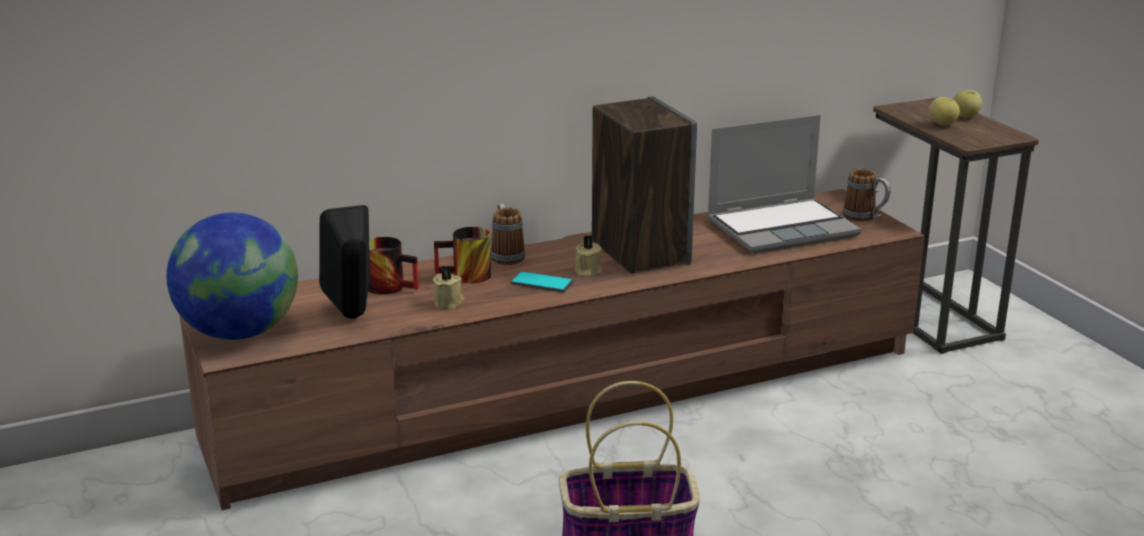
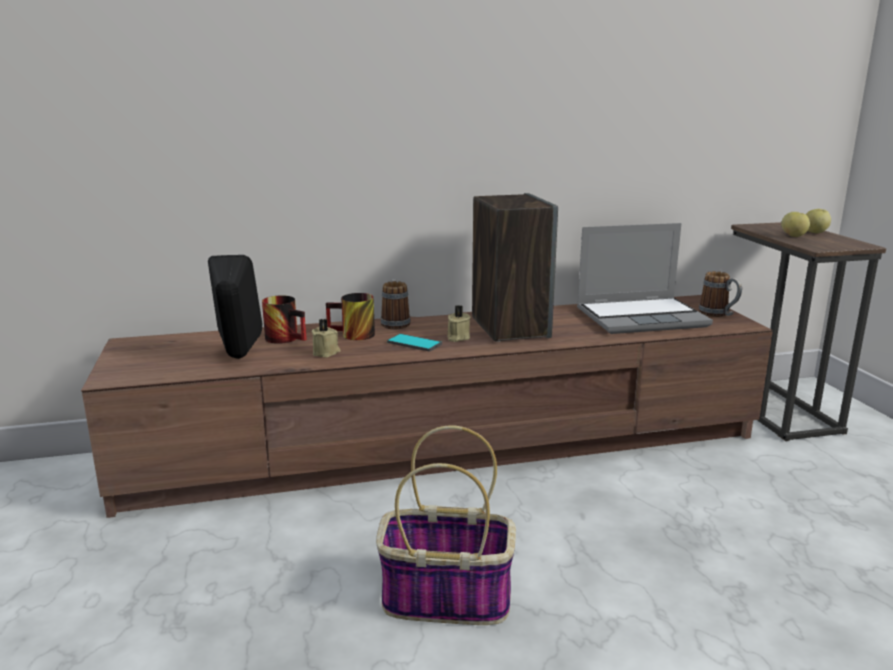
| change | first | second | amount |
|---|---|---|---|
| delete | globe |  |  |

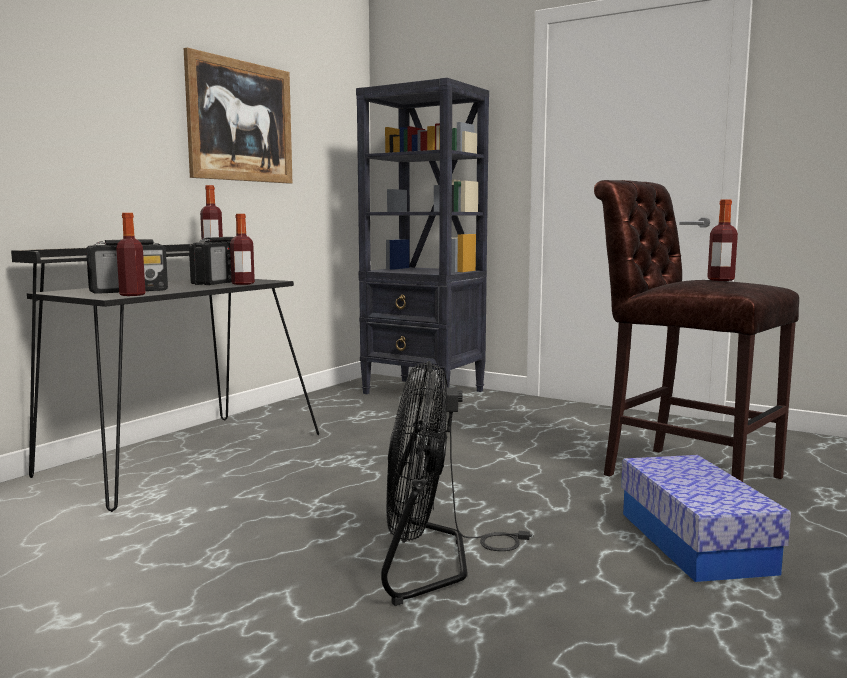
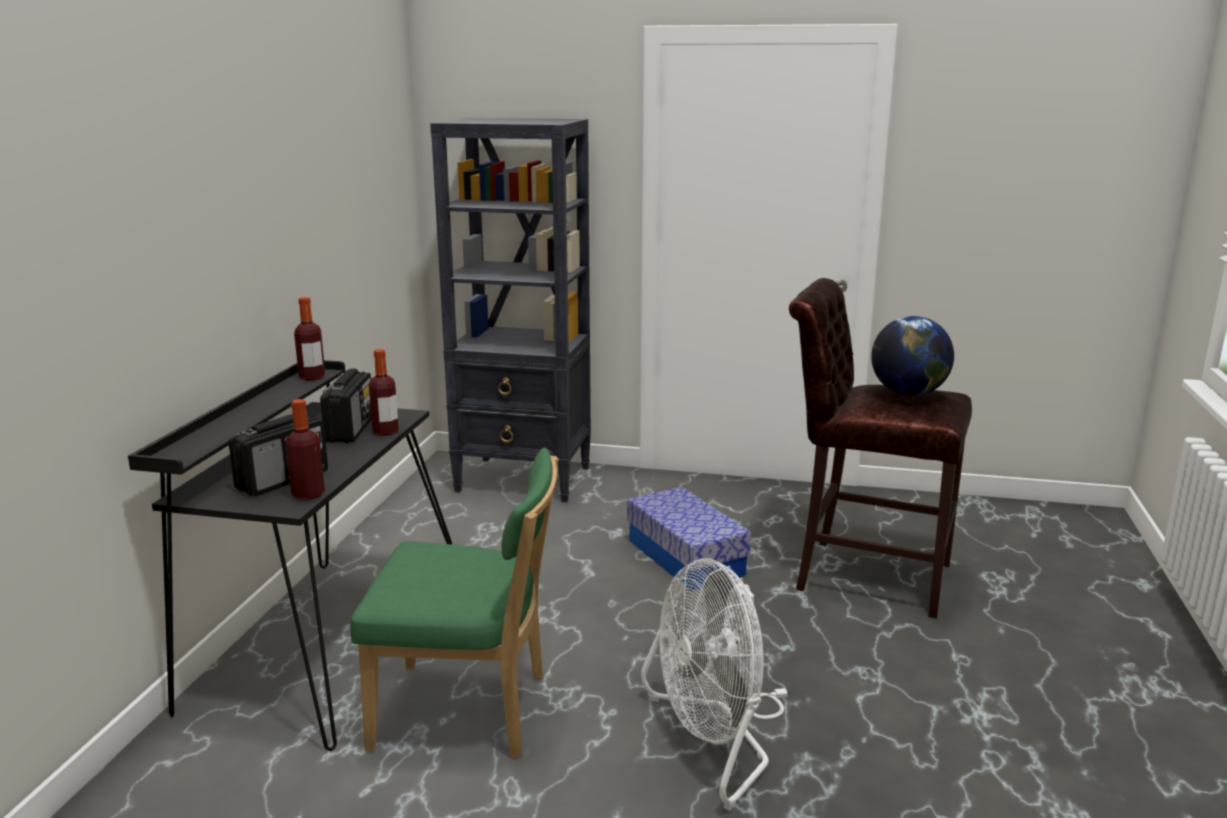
| change | first | second | amount |
|---|---|---|---|
| delete | wall art |  |  |
| recolor | black electric fan | white electric fan |  |
| move | storage box |  |  |
| replace | beverage bottle (4th from left) | globe |  |
| insert |  | green chair |  |

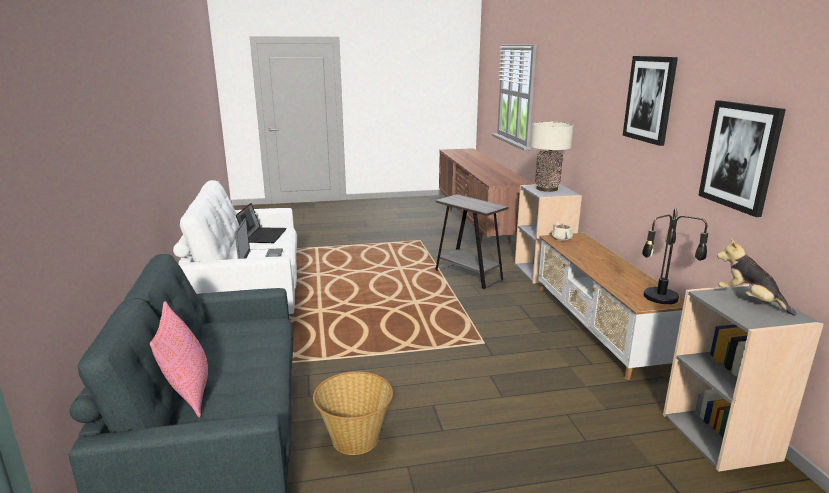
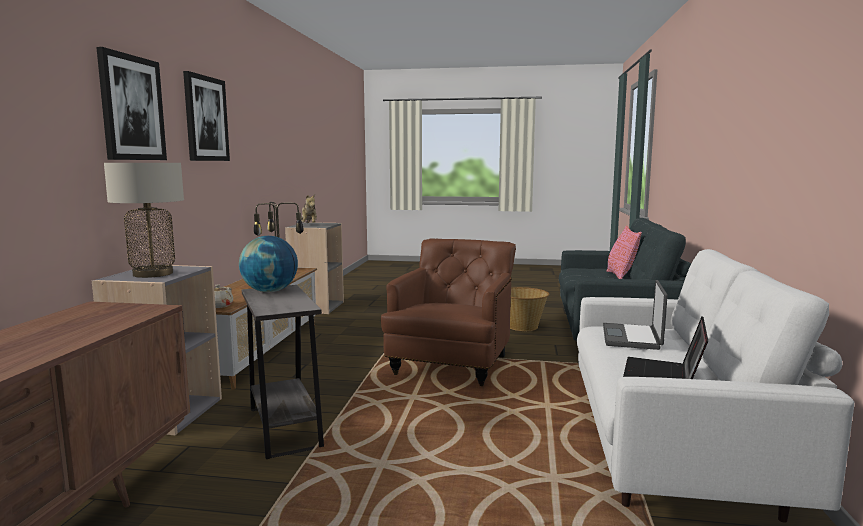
| change | first | second | amount |
|---|---|---|---|
| move | wall art (2nd from left in the first image) | wall art (1st from left) |  |
| insert |  | globe |  |
| insert |  | brown-coloured lounge chair |  |

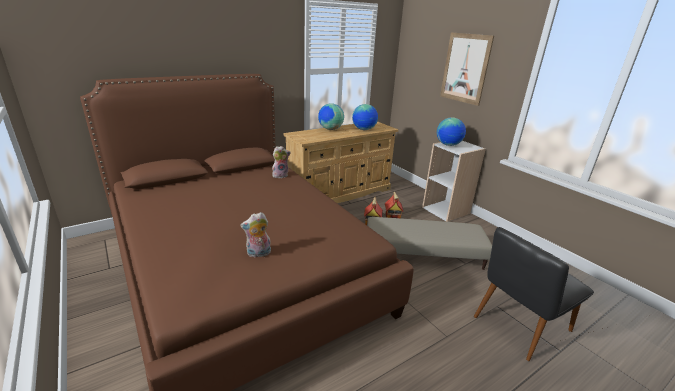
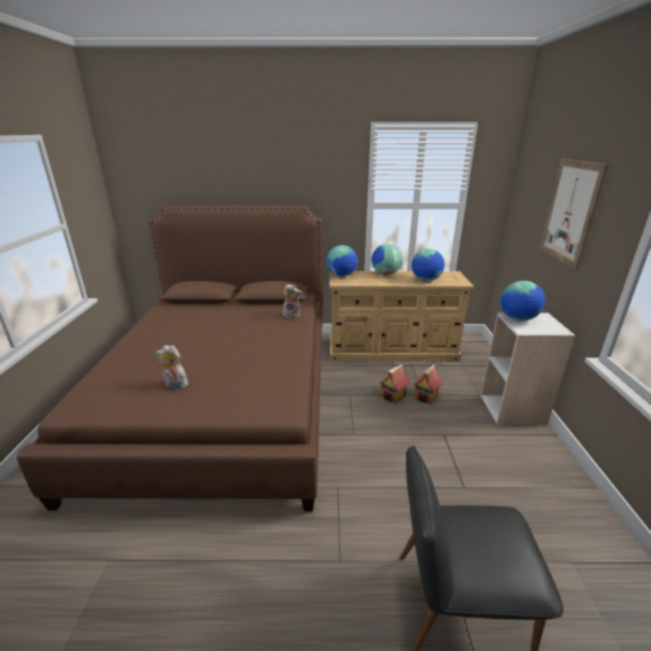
| change | first | second | amount |
|---|---|---|---|
| delete | sand-coloured footrest |  |  |
| insert |  | globe (1st from left) |  |

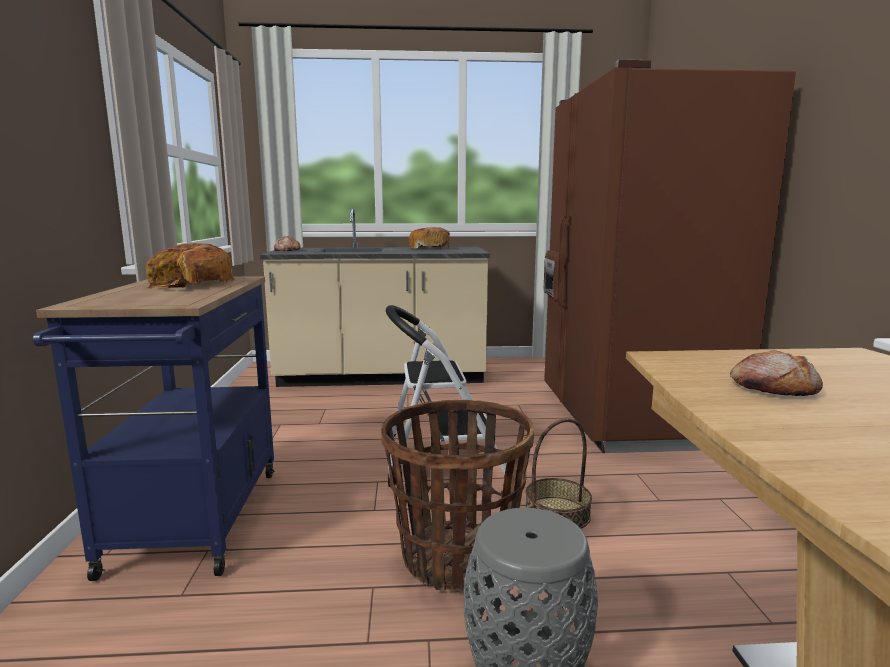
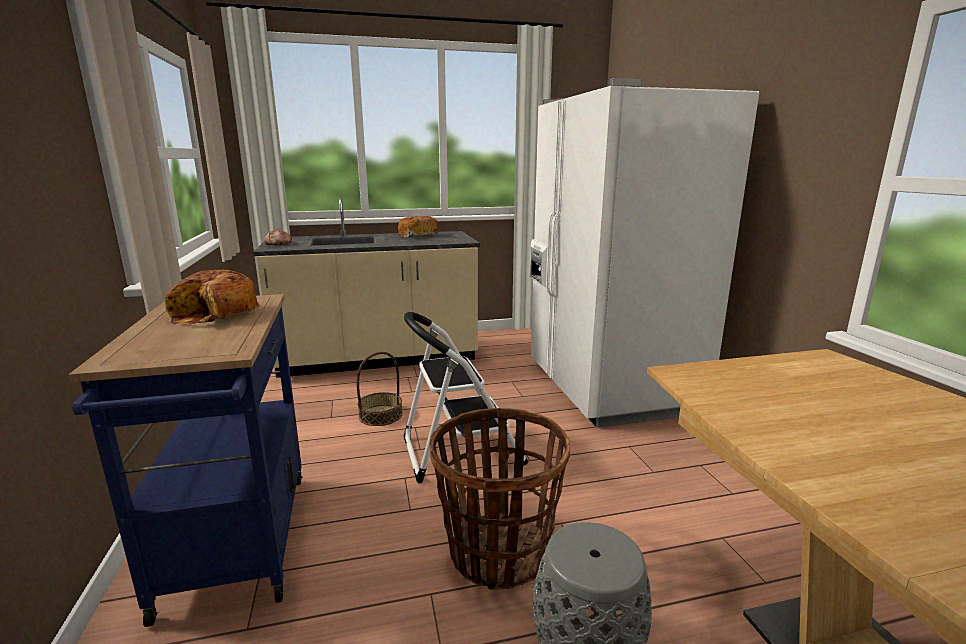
| change | first | second | amount |
|---|---|---|---|
| move | basket (2nd from left in the first image) | basket (1st from left) |  |
| recolor | brown-coloured fridge | white fridge |  |
| delete | bread (4th from left) |  |  |

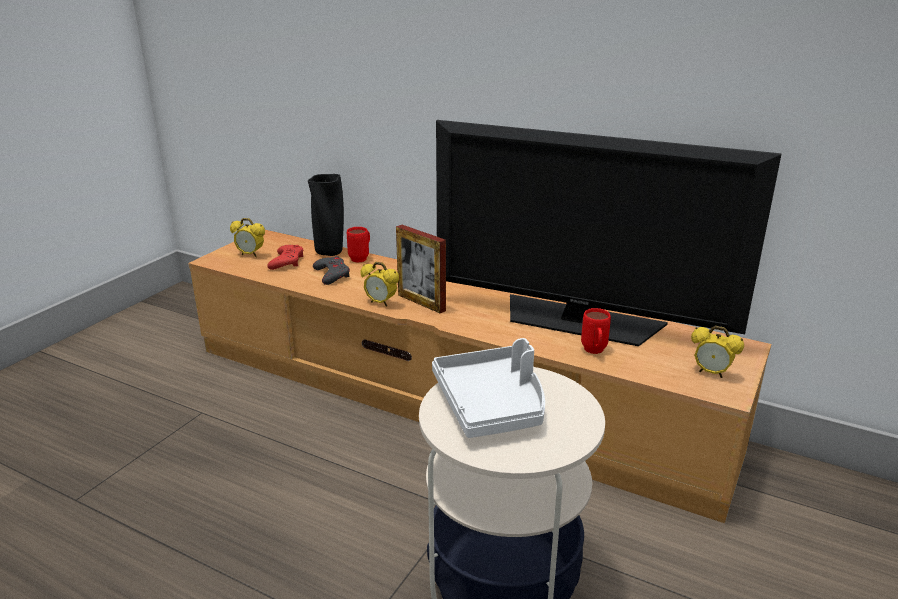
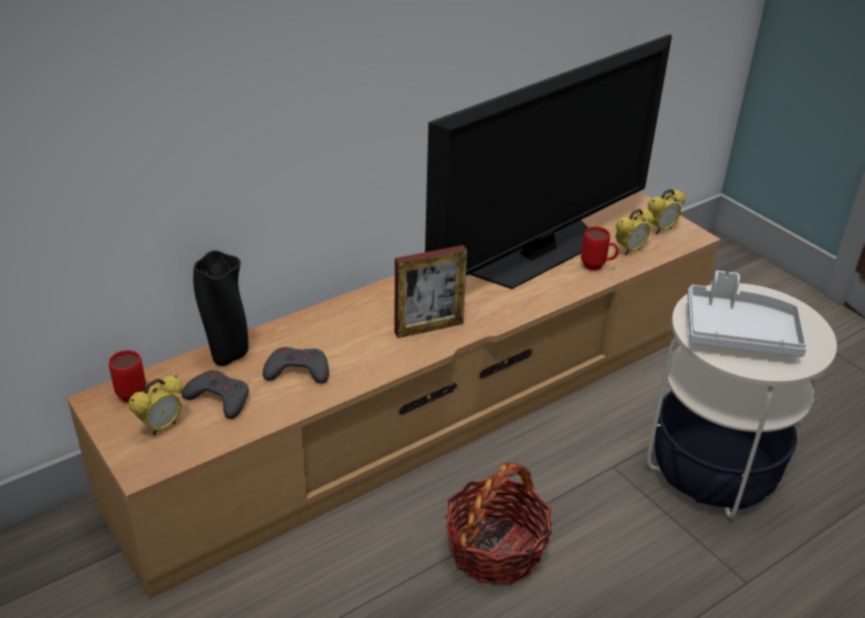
| change | first | second | amount |
|---|---|---|---|
| recolor | reddish joypad | grey joypad (1st from left) |  |
| move | reddish mug (1st from left) |  |  |
| move | alarm clock (2nd from left) |  |  |
| insert |  | basket |  |

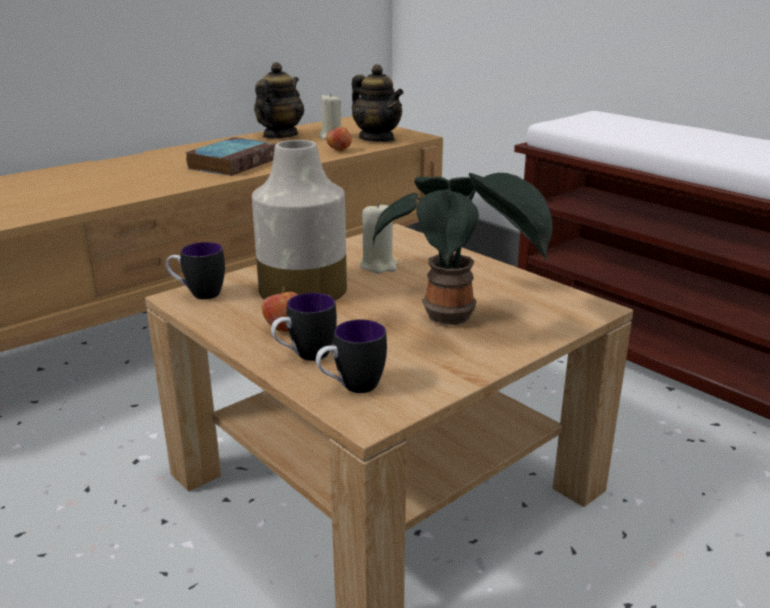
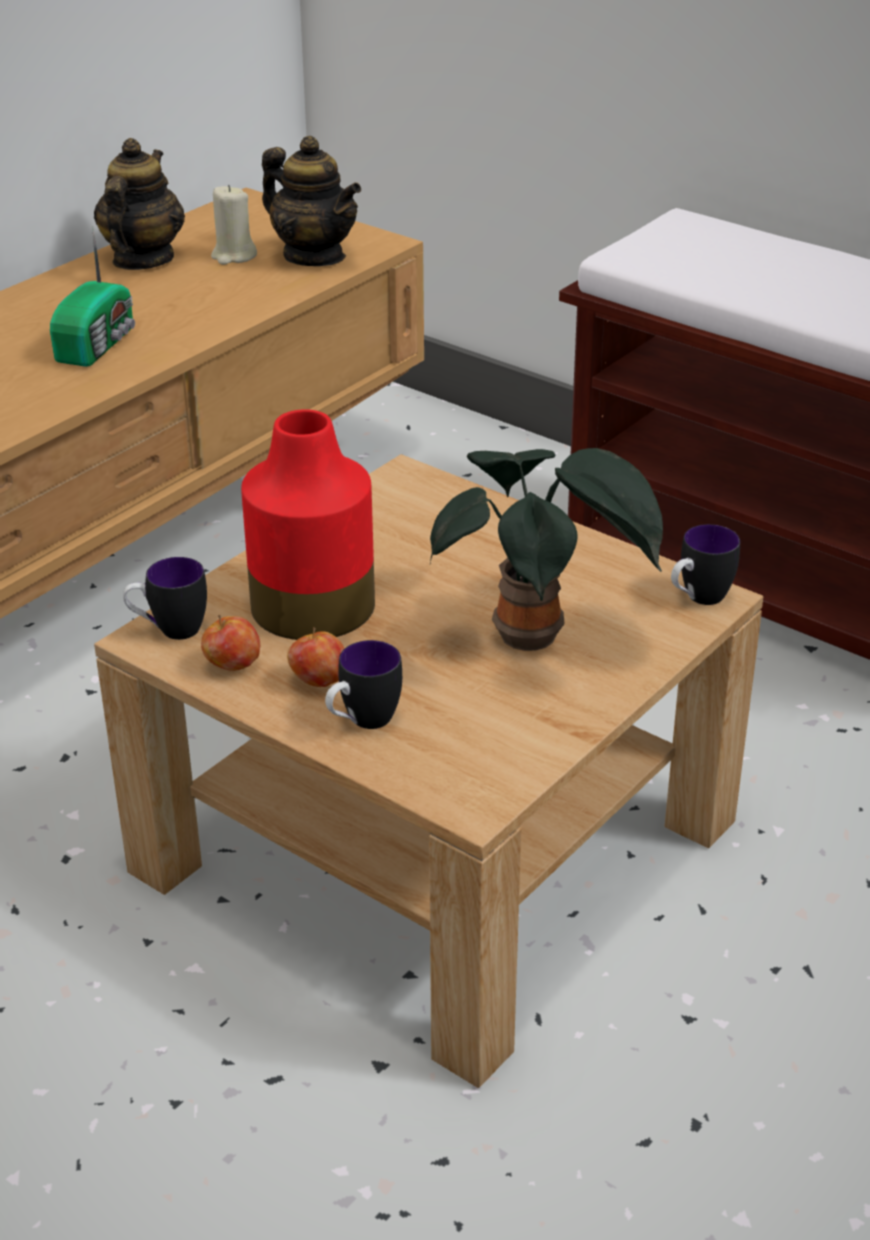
| change | first | second | amount |
|---|---|---|---|
| replace | book | radio receiver |  |
| recolor | sand-coloured decorative vase | reddish decorative vase |  |
| move | mug (3rd from left) |  |  |
| move | apple fruit (2nd from left in the first image) | apple fruit (1st from left) |  |
| delete | sand-coloured wax light (2nd from left) |  |  |

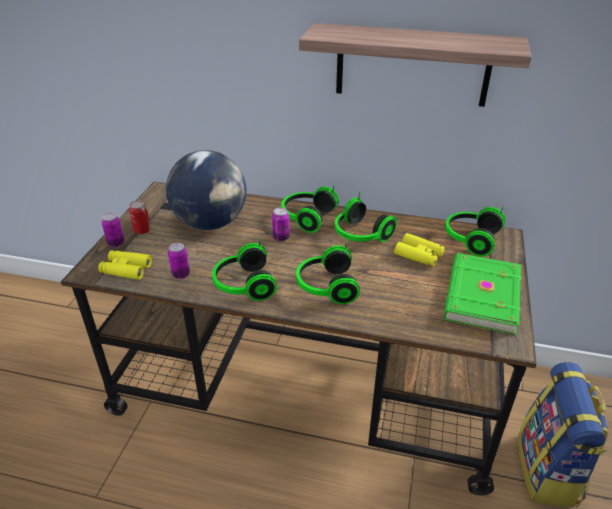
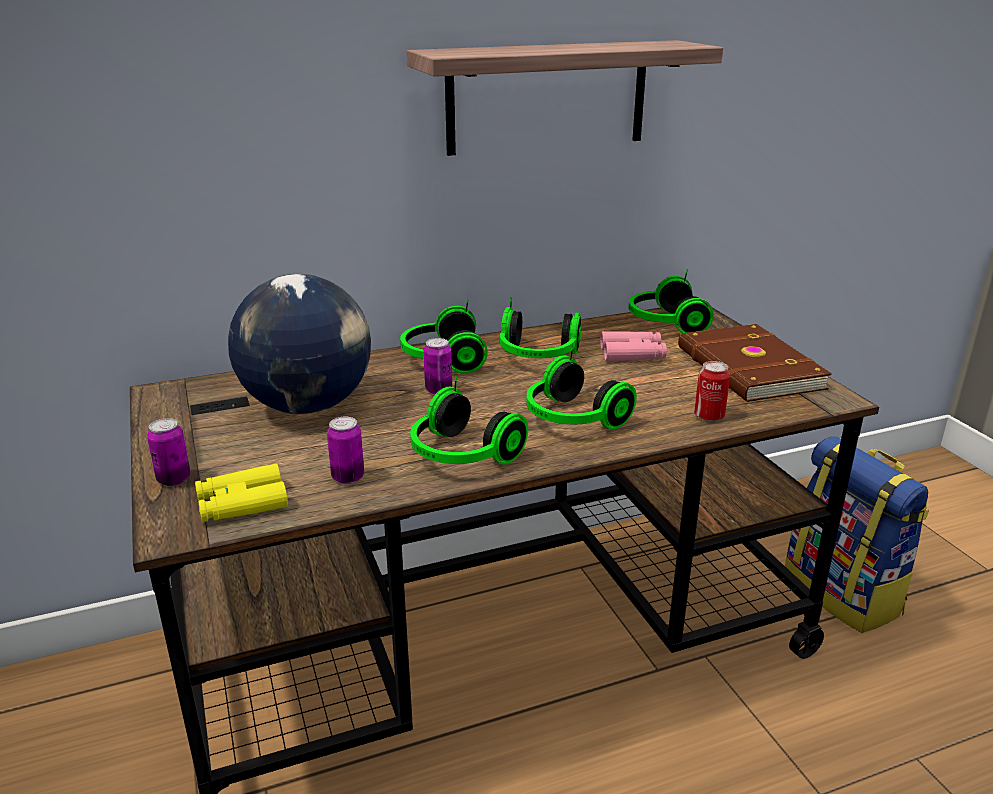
| change | first | second | amount |
|---|---|---|---|
| move | sealed can (2nd from left in the first image) | sealed can (4th from left) |  |
| recolor | yellowish pair of binoculars (2nd from left) | pink pair of binoculars |  |
| recolor | green book | brown-coloured book |  |

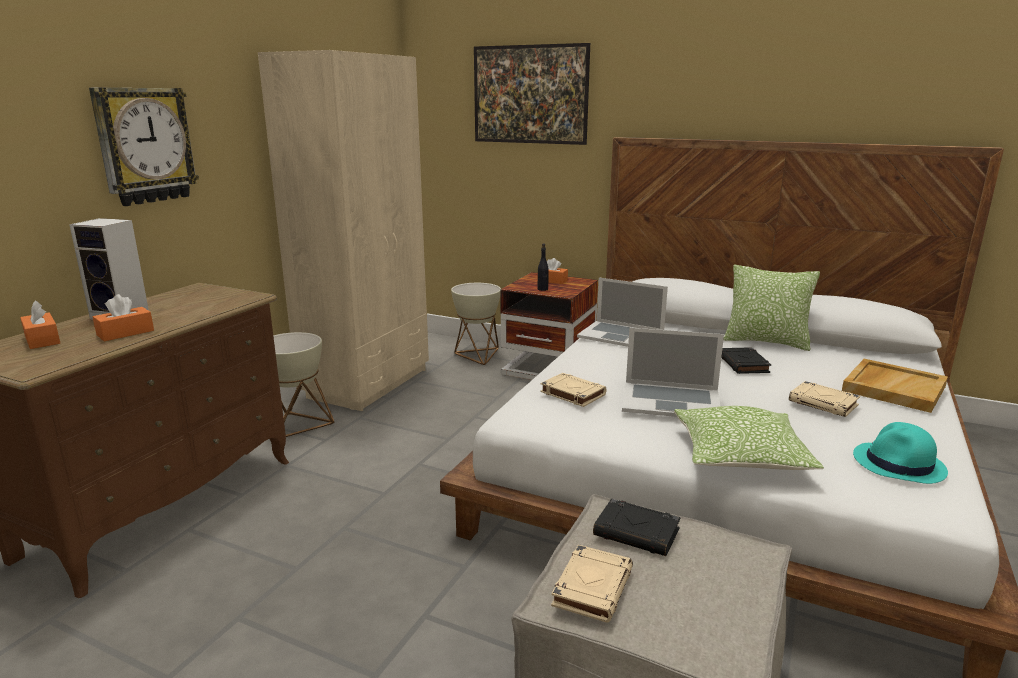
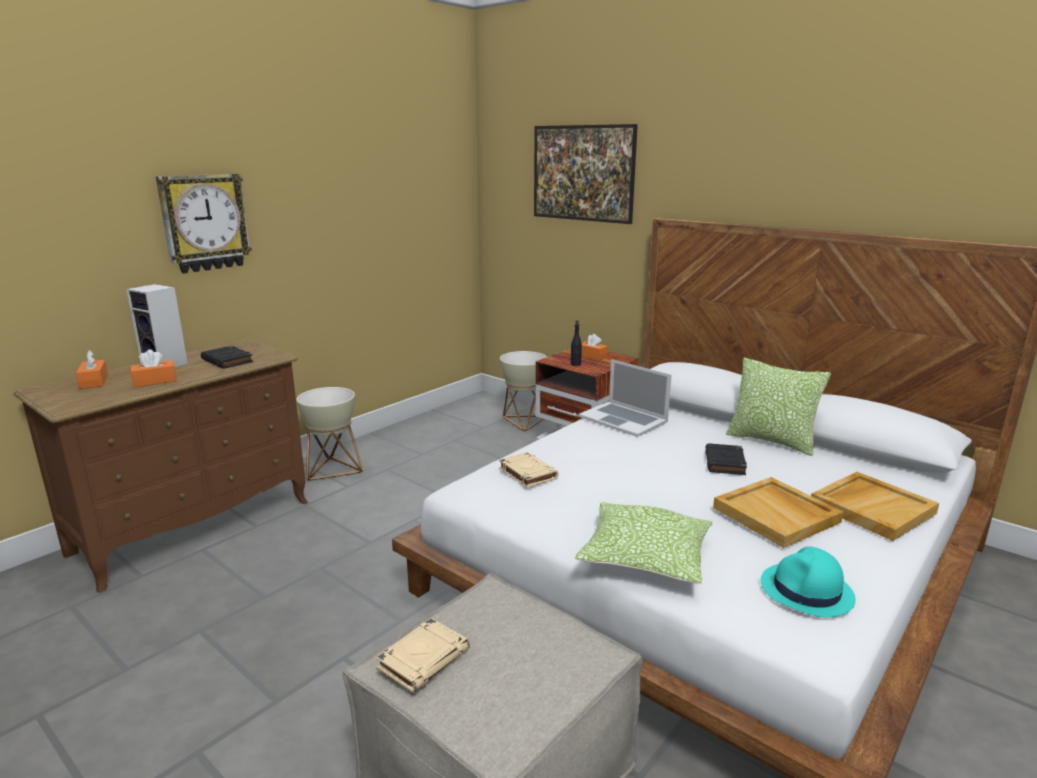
| change | first | second | amount |
|---|---|---|---|
| delete | sand-coloured armoire |  |  |
| move | black book (1st from left) |  |  |
| delete | laptop (2nd from left) |  |  |
| replace | sand-coloured book (3rd from left) | sand-coloured serving tray (1st from left) |  |

